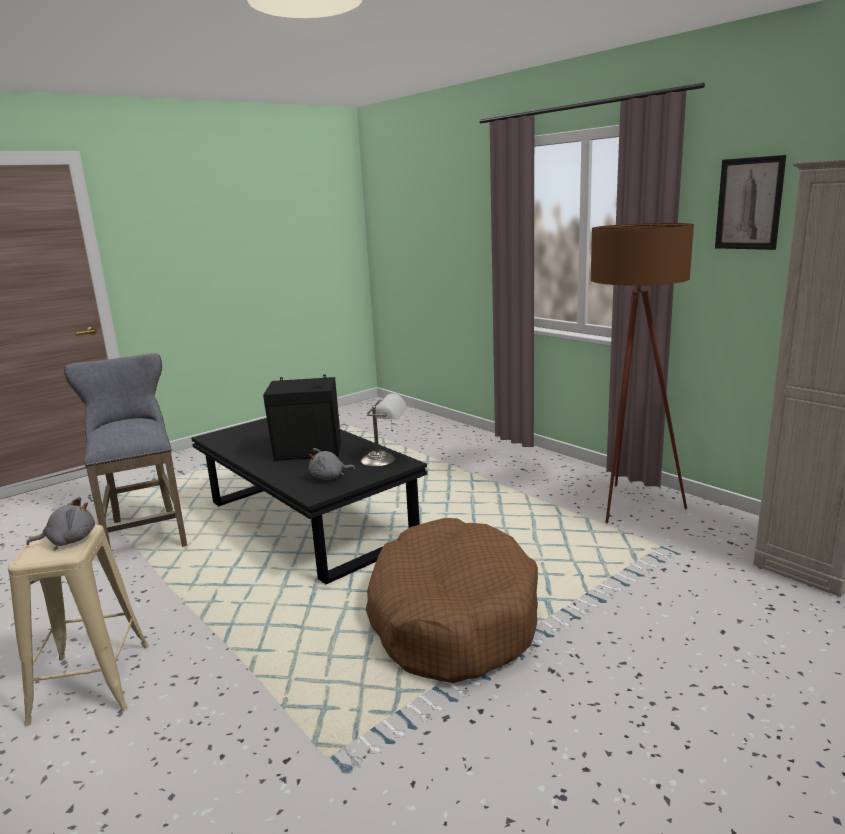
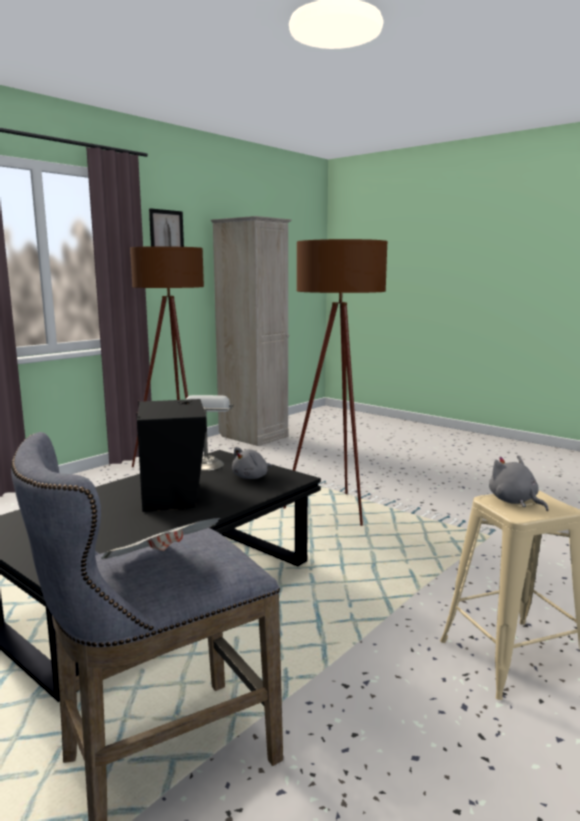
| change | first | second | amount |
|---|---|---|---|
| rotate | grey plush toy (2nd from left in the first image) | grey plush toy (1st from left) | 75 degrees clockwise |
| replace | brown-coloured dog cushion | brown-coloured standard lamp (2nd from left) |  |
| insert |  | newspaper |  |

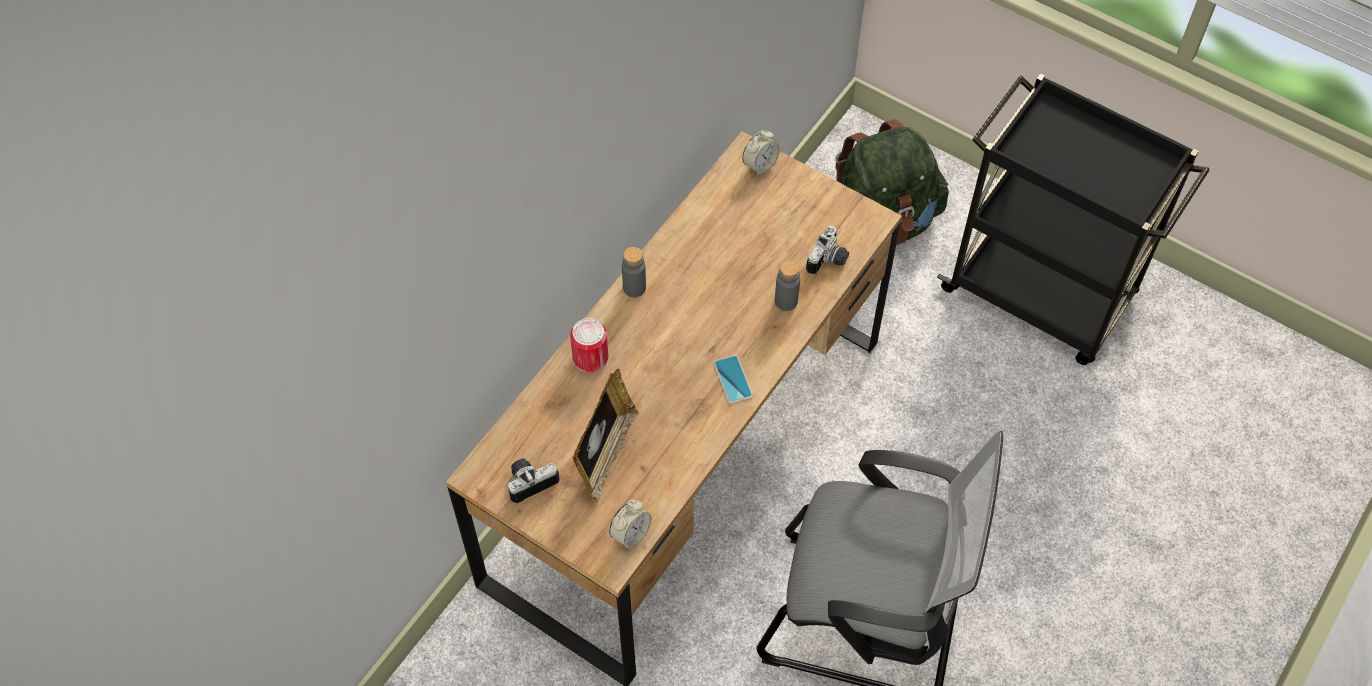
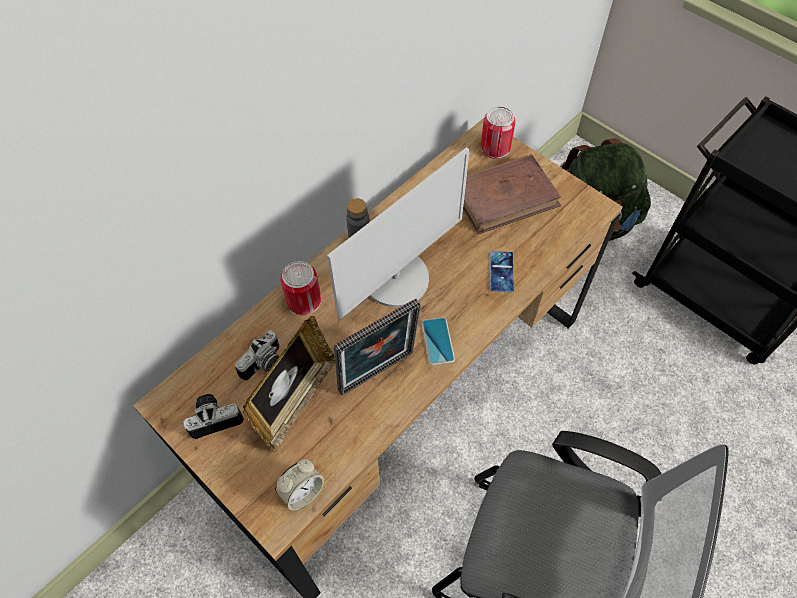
| change | first | second | amount |
|---|---|---|---|
| replace | alarm clock (2nd from left) | sealed can (2nd from left) |  |
| replace | grey beverage bottle (2nd from left) | handset (2nd from left) |  |
| move | photo camera (2nd from left) |  |  |
| insert |  | computer display |  |
| insert |  | standing frame (2nd from left) |  |
| insert |  | brown-coloured book |  |

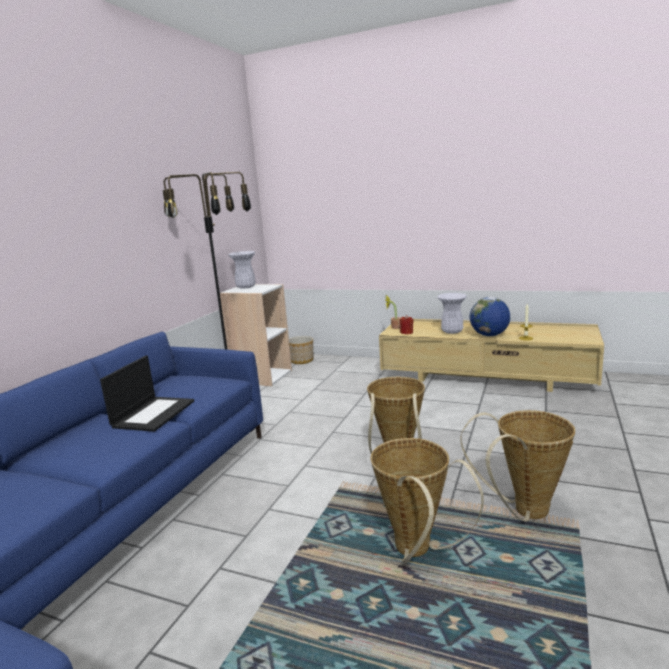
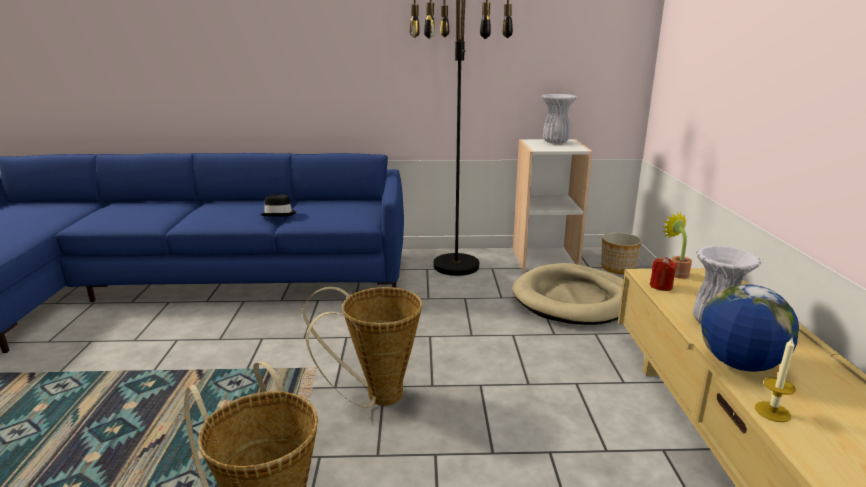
| change | first | second | amount |
|---|---|---|---|
| replace | laptop | black wearable hat |  |
| delete | basket (2nd from left) |  |  |
| insert |  | sand-coloured dog cushion |  |

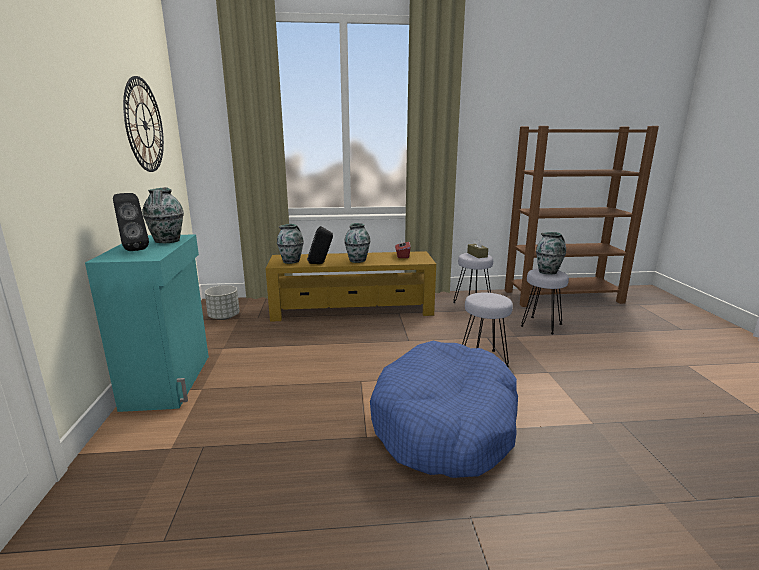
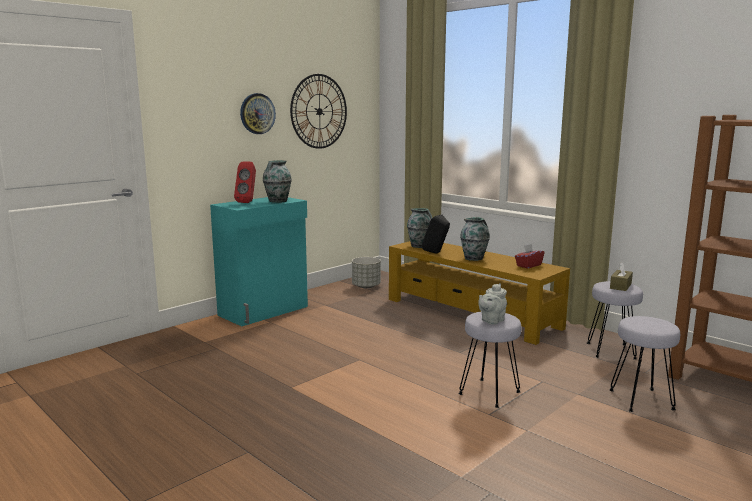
| change | first | second | amount |
|---|---|---|---|
| recolor | black speaker (1st from left) | reddish speaker |  |
| delete | blue-coloured dog cushion |  |  |
| delete | decorative vase (4th from left) |  |  |
| insert |  | hanging clock (1st from left) |  |
| insert |  | grey teapot |  |

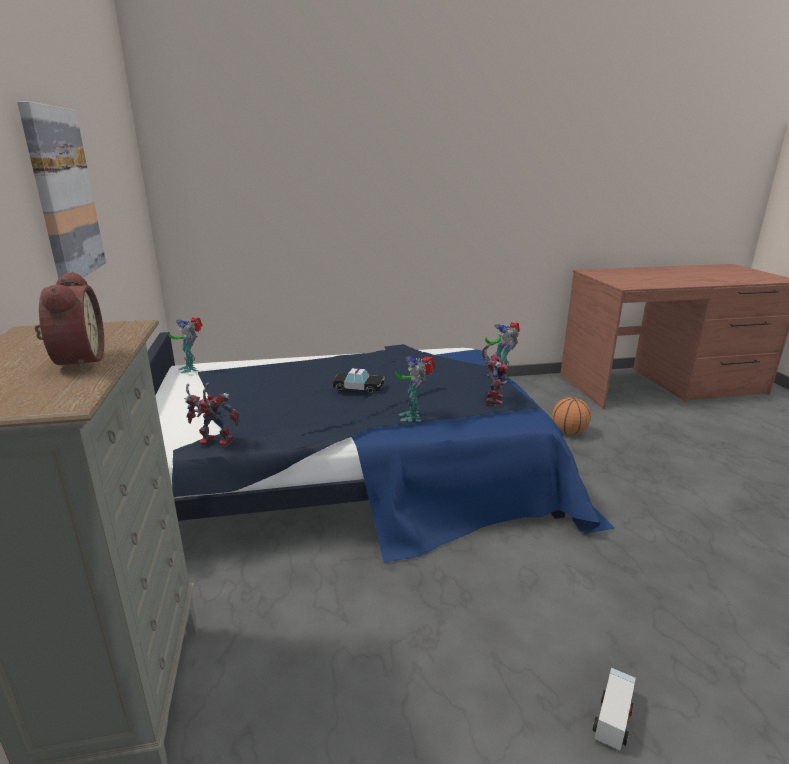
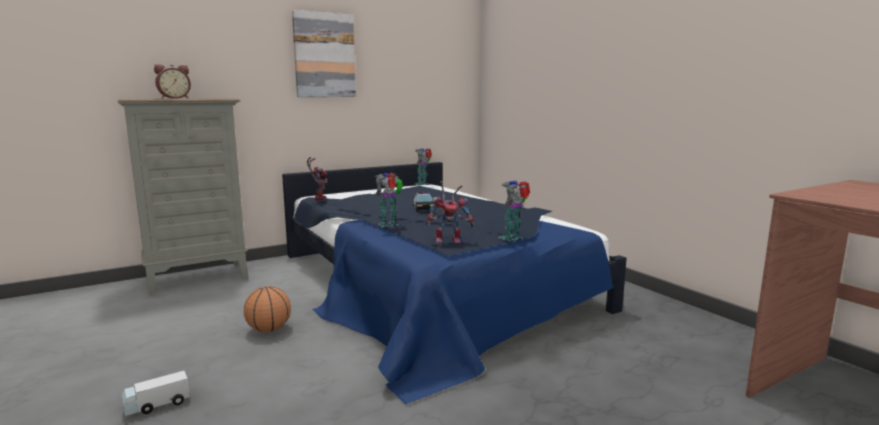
| change | first | second | amount |
|---|---|---|---|
| move | basketball |  |  |
| rotate | toy truck |  | 135 degrees clockwise |

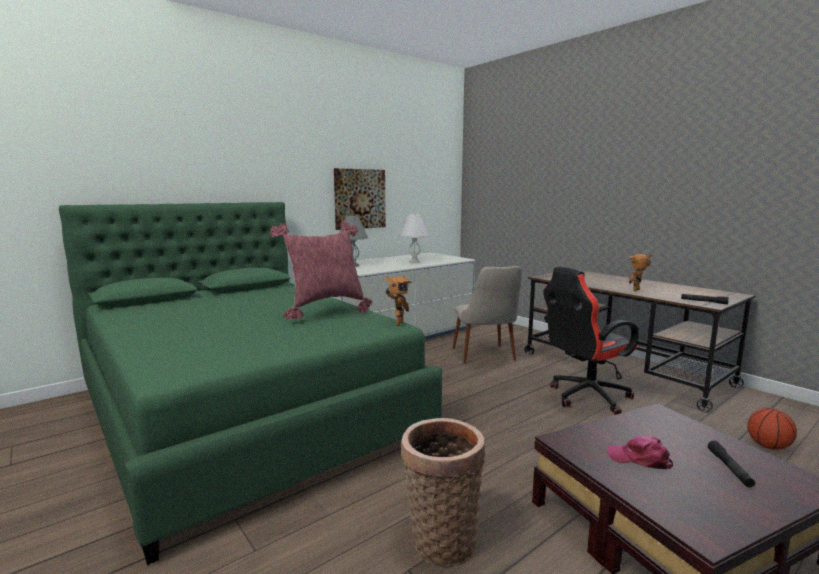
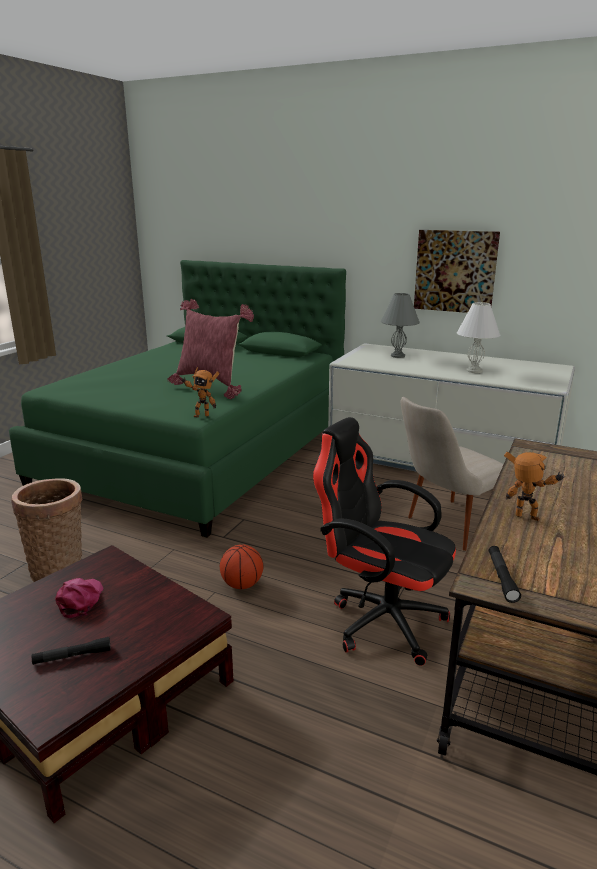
| change | first | second | amount |
|---|---|---|---|
| move | basketball |  |  |

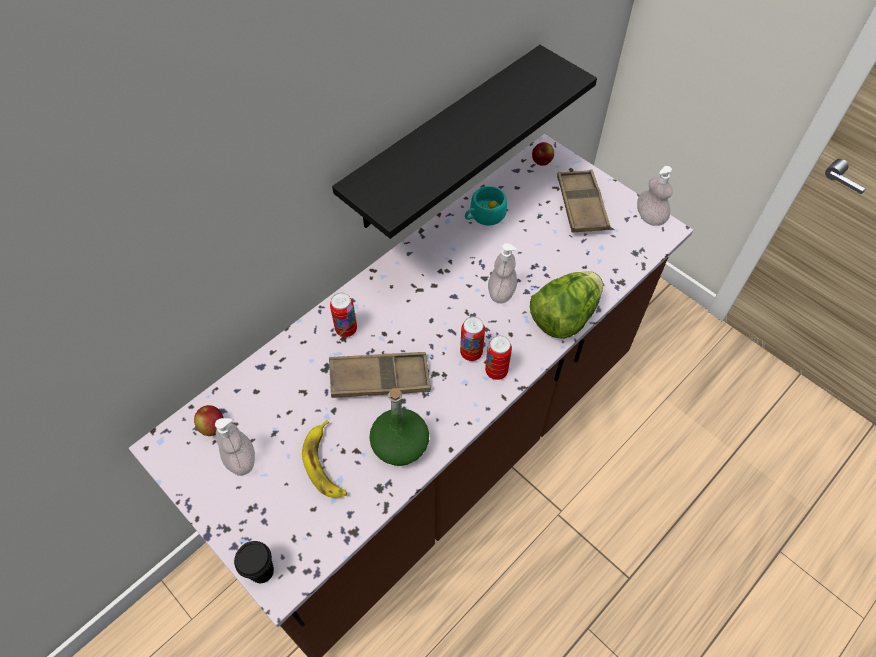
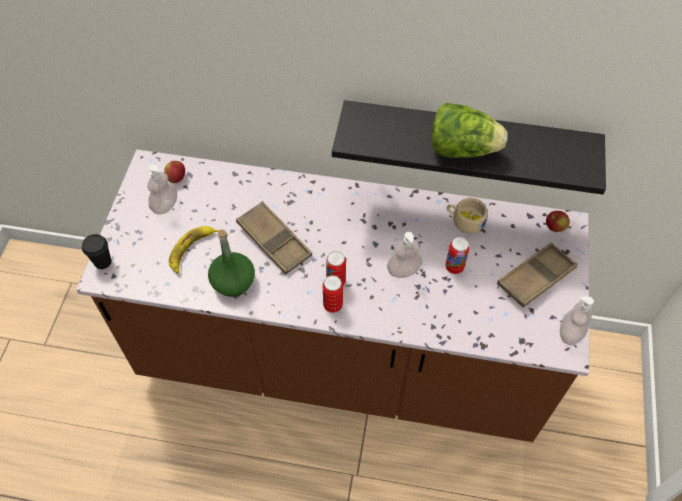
| change | first | second | amount |
|---|---|---|---|
| move | sealed can (1st from left in the first image) | sealed can (3rd from left) |  |
| recolor | blue-green small cup | sand-coloured small cup |  |
| move | lettuce |  |  |

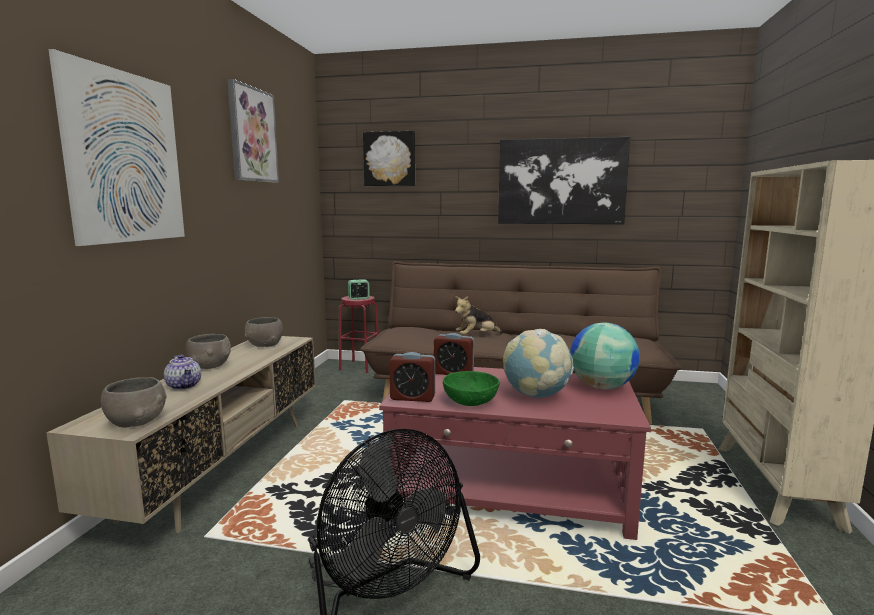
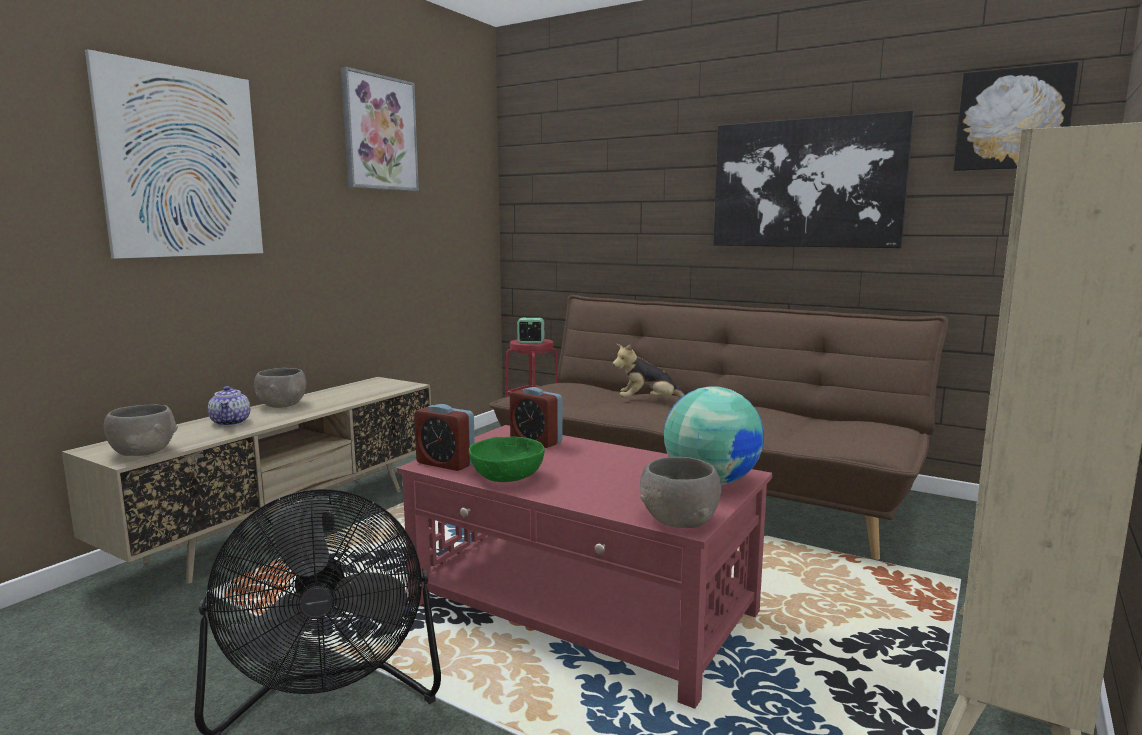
| change | first | second | amount |
|---|---|---|---|
| move | grey serving bowl (3rd from left) |  |  |
| move | wall art (3rd from left in the first image) | wall art (4th from left) |  |
| delete | globe (1st from left) |  |  |

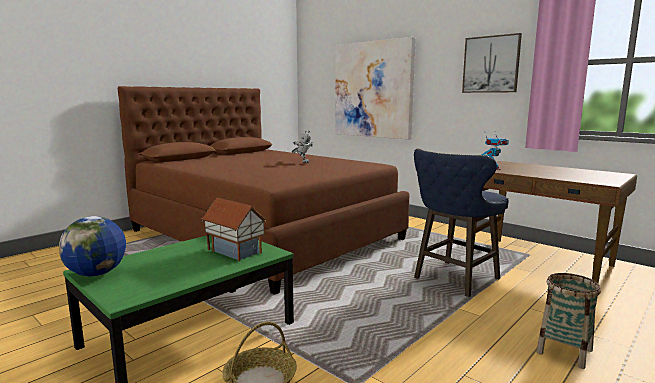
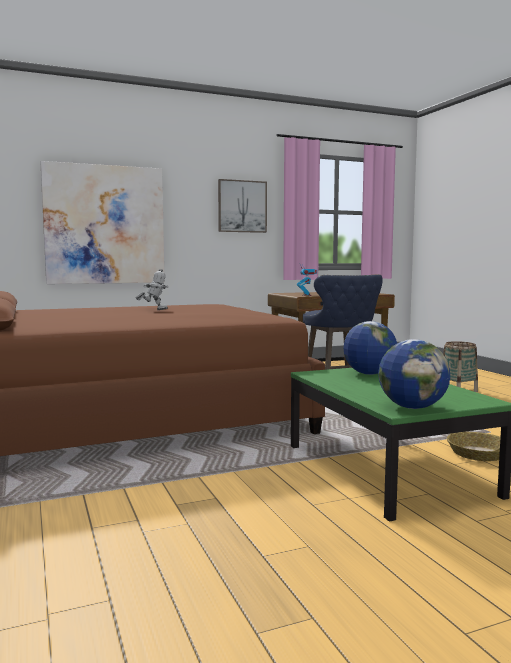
| change | first | second | amount |
|---|---|---|---|
| replace | miniature house | globe (1st from left) |  |

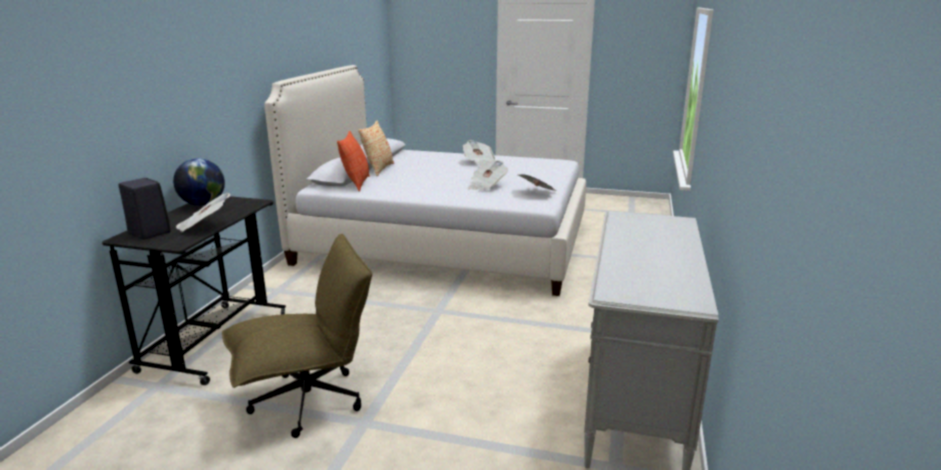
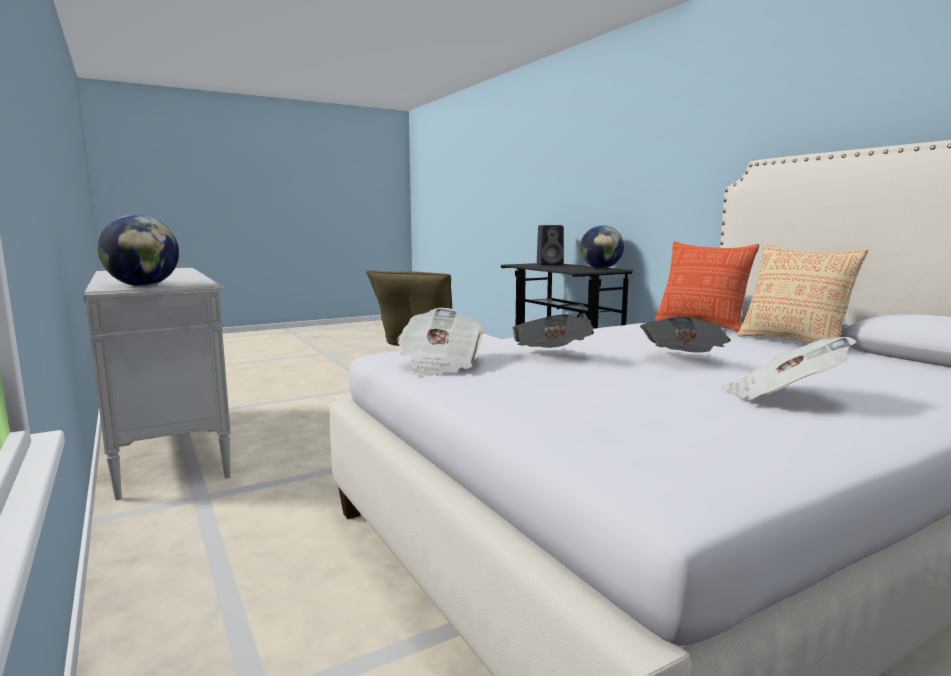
| change | first | second | amount |
|---|---|---|---|
| move | newspaper (1st from left in the first image) | newspaper (3rd from left) |  |
| insert |  | globe (1st from left) |  |

